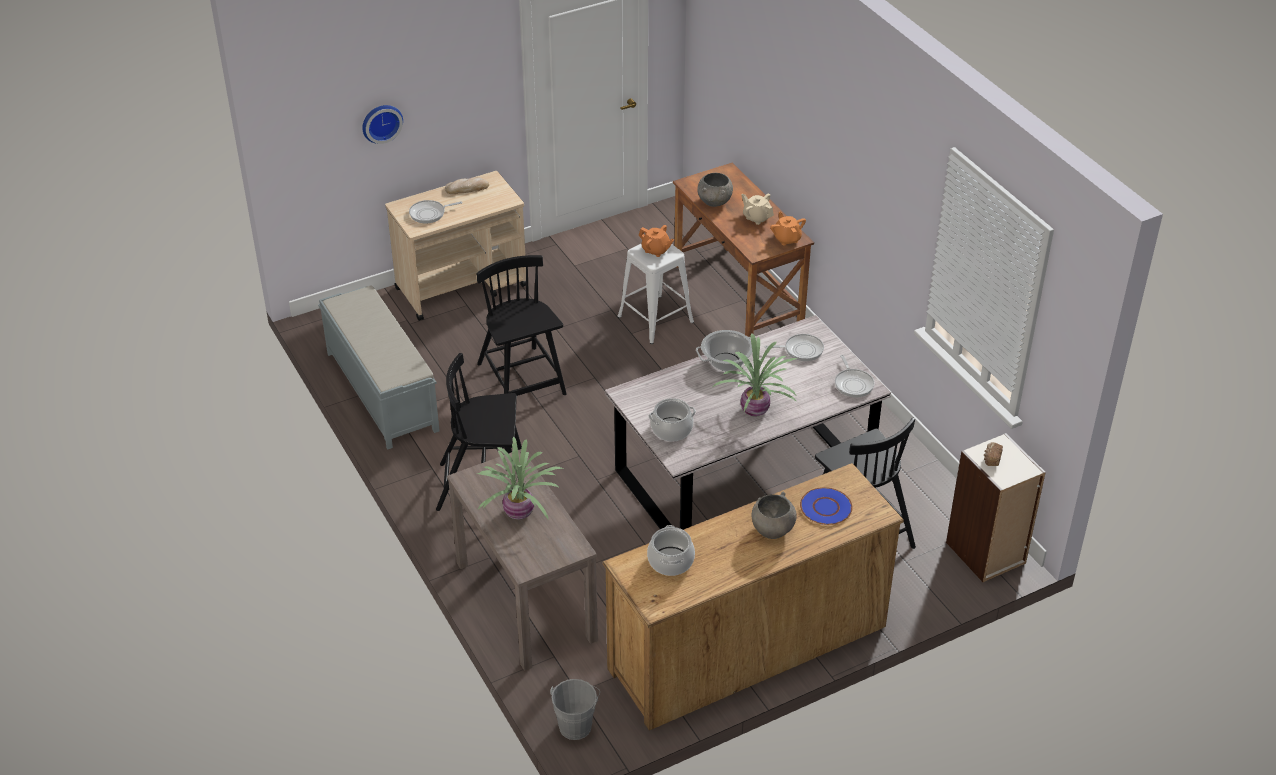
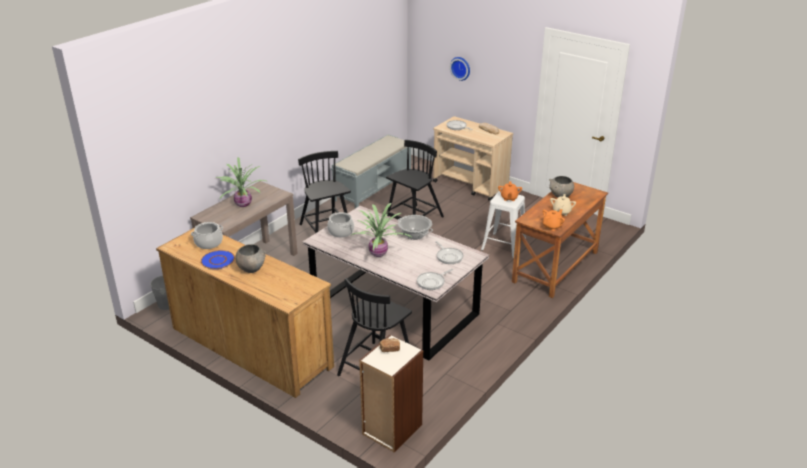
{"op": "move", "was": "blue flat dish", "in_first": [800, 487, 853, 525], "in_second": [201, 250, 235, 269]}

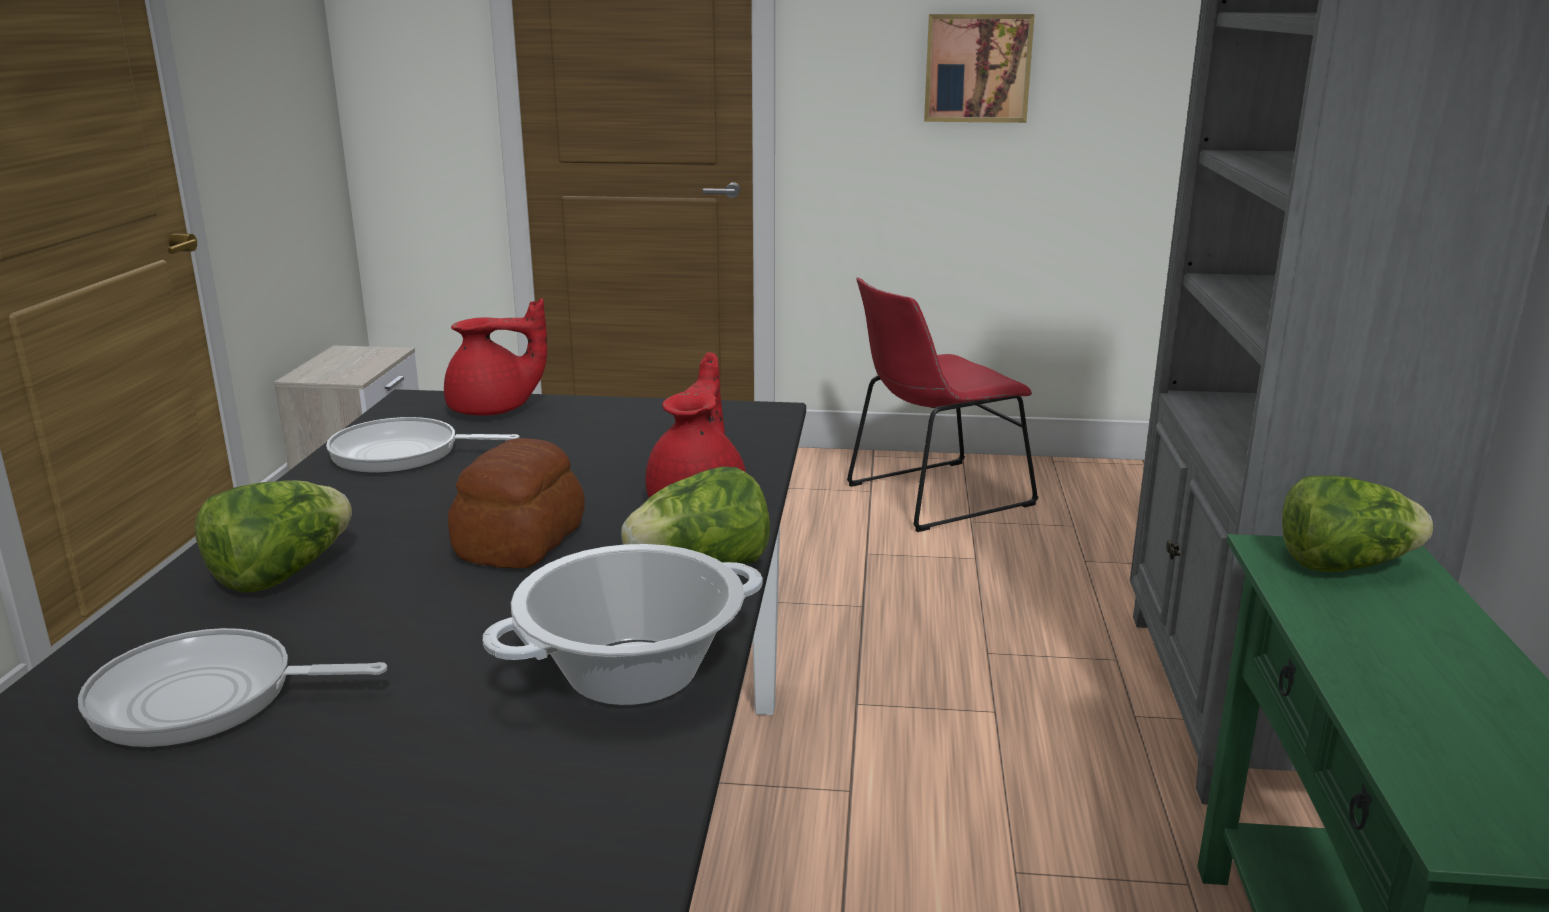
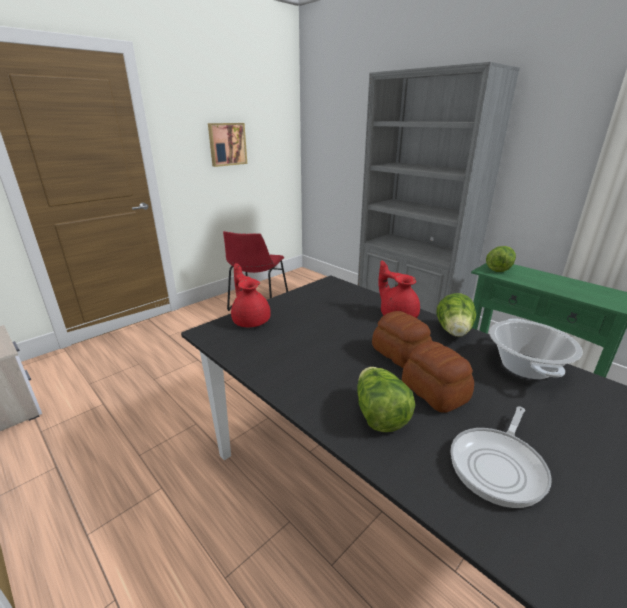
{"op": "delete", "was": "pan", "in_first": [326, 417, 520, 474]}
{"op": "rotate", "was": "red-coloured tea pot", "in_first": [444, 298, 547, 416], "in_second": [231, 263, 271, 327], "clockwise": -60}
{"op": "insert", "now": "bakery bread", "in_second": [402, 341, 474, 413]}

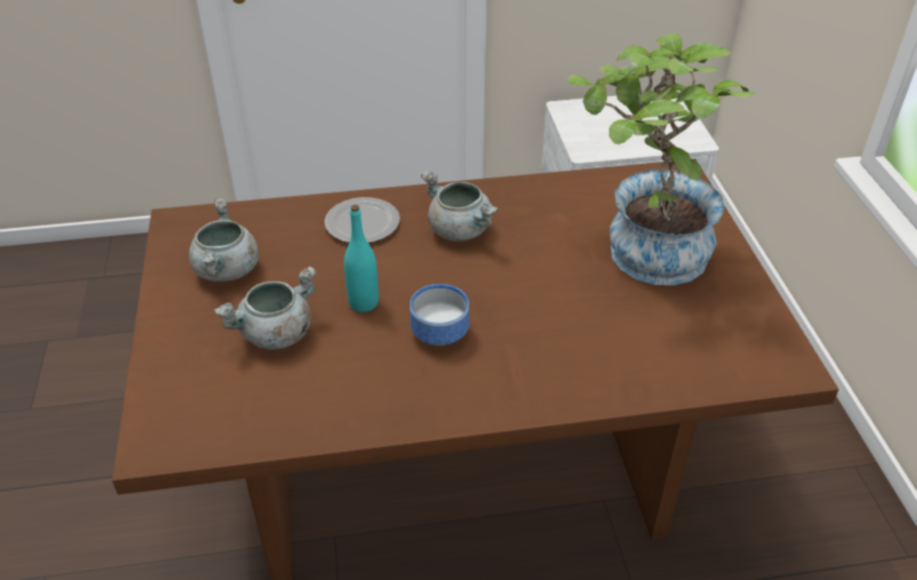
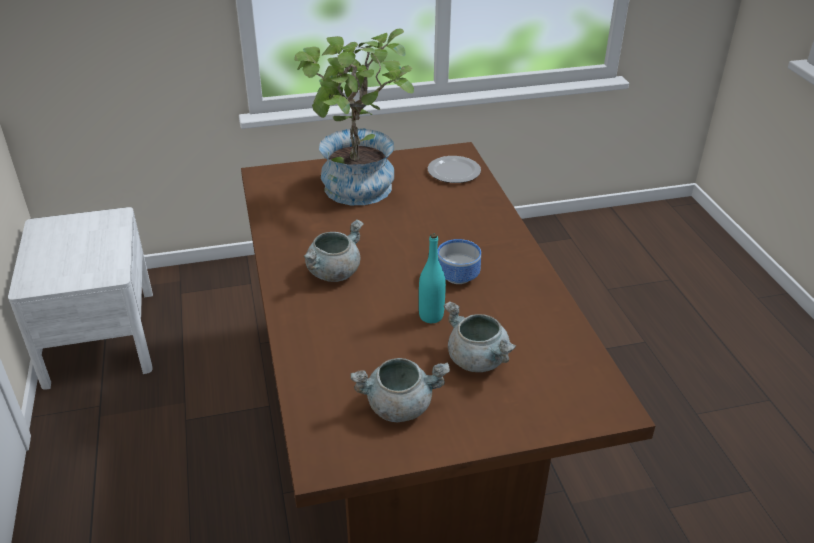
{"op": "move", "was": "flat dish", "in_first": [324, 197, 400, 243], "in_second": [428, 156, 481, 183]}

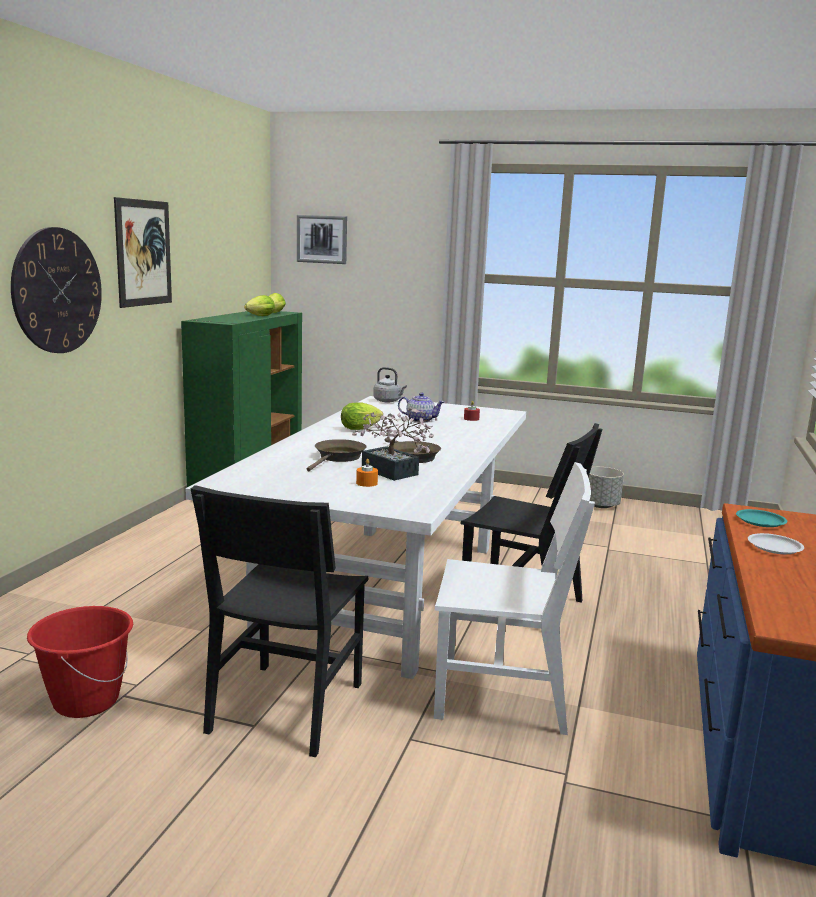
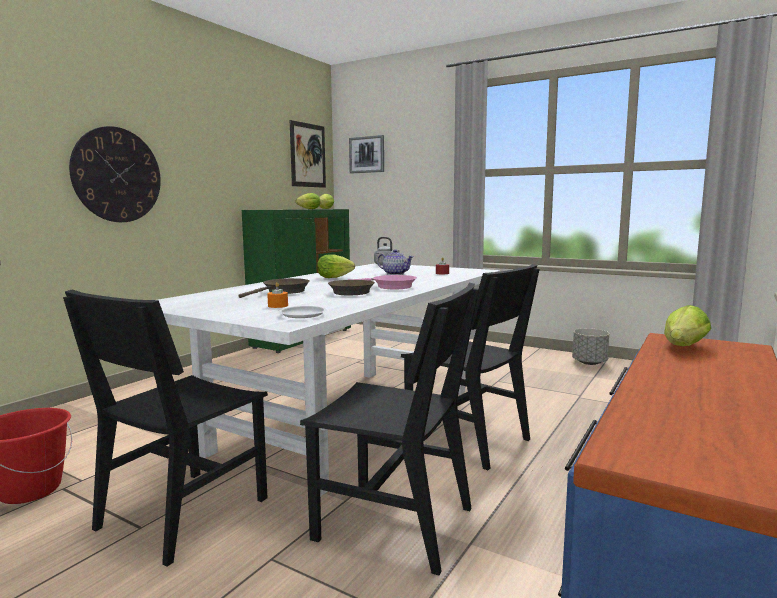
{"op": "move", "was": "picture", "in_first": [114, 197, 172, 308], "in_second": [290, 120, 326, 188]}
{"op": "delete", "was": "houseplant", "in_first": [352, 407, 437, 481]}
{"op": "recolor", "was": "white-coloured chair", "now": "blackish chair", "in_first": [434, 462, 595, 735], "in_second": [300, 283, 479, 575]}
{"op": "replace", "was": "blue-green flat dish", "now": "head of lettuce", "in_first": [736, 509, 787, 527], "in_second": [664, 305, 711, 346]}
{"op": "move", "was": "white-coloured flat dish", "in_first": [748, 533, 804, 554], "in_second": [279, 306, 327, 318]}
{"op": "insert", "now": "pink-coloured pan", "in_second": [348, 275, 417, 289]}

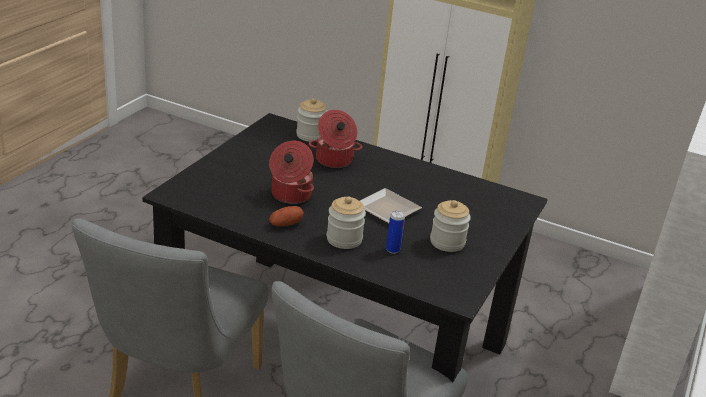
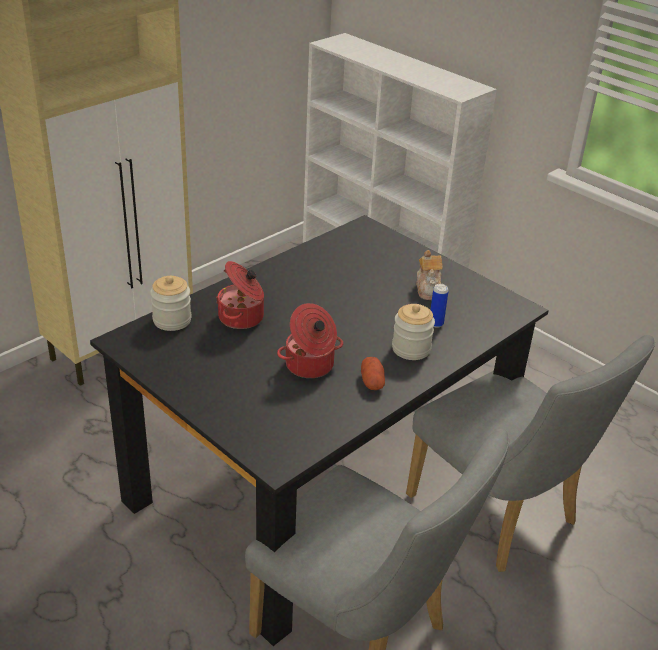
{"op": "delete", "was": "flat dish", "in_first": [360, 188, 422, 224]}
{"op": "replace", "was": "storage jar", "now": "tea pot", "in_first": [430, 200, 471, 252], "in_second": [416, 250, 443, 300]}

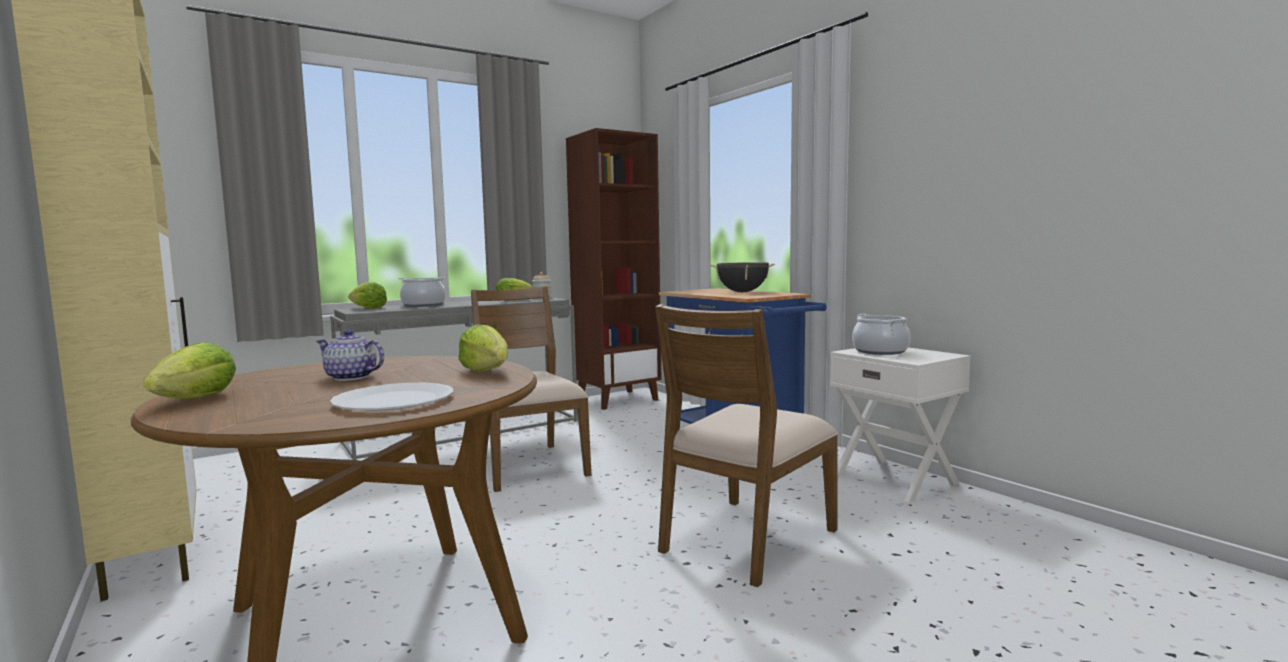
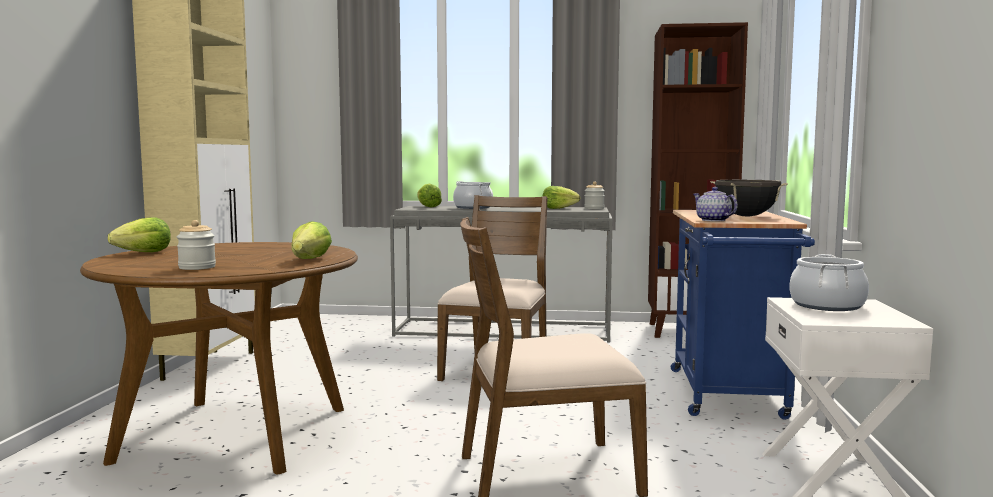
{"op": "move", "was": "tea pot", "in_first": [316, 330, 384, 381], "in_second": [693, 187, 738, 221]}
{"op": "replace", "was": "white-coloured flat dish", "now": "storage jar", "in_first": [330, 383, 453, 411], "in_second": [177, 220, 216, 270]}

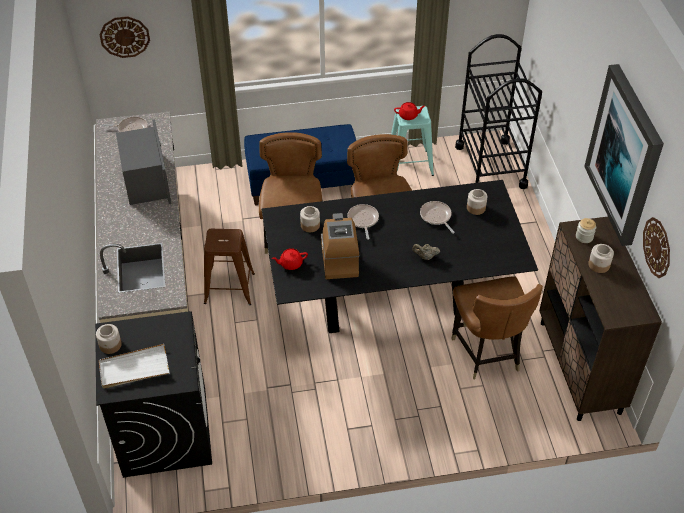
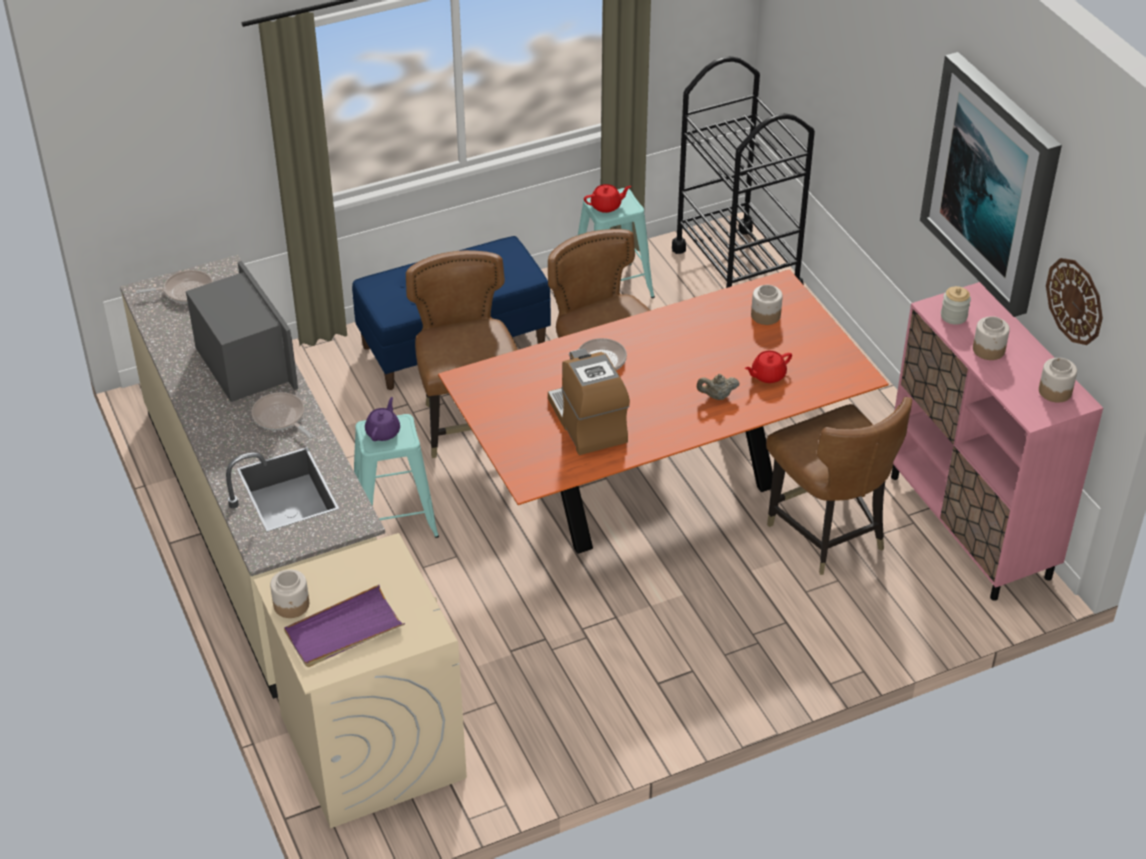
{"op": "recolor", "was": "blackish laundry machine", "now": "beige-coloured laundry machine", "in_first": [95, 311, 212, 478], "in_second": [254, 533, 467, 828]}
{"op": "delete", "was": "wall clock", "in_first": [99, 16, 150, 58]}
{"op": "recolor", "was": "white-coloured tray", "now": "purplish tray", "in_first": [99, 344, 170, 388], "in_second": [284, 585, 405, 667]}
{"op": "recolor", "was": "brown-coloured stool", "now": "blue-green stool", "in_first": [204, 228, 255, 305], "in_second": [354, 414, 439, 538]}
{"op": "recolor", "was": "blackish kitchen table", "now": "orange-coloured kitchen table", "in_first": [262, 180, 538, 333], "in_second": [438, 269, 889, 554]}
{"op": "move", "was": "red-coloured tea pot", "in_first": [272, 248, 308, 270], "in_second": [745, 350, 792, 383]}
{"op": "move", "was": "storage jar", "in_first": [300, 206, 320, 232], "in_second": [1039, 358, 1077, 403]}
{"op": "move", "was": "pan", "in_first": [420, 201, 455, 233], "in_second": [251, 392, 313, 438]}
{"op": "recolor", "was": "brown-coloured cabinet", "now": "pink-coloured cabinet", "in_first": [539, 217, 662, 421], "in_second": [891, 282, 1103, 601]}
{"op": "insert", "now": "purplish tea pot", "in_second": [365, 397, 400, 441]}

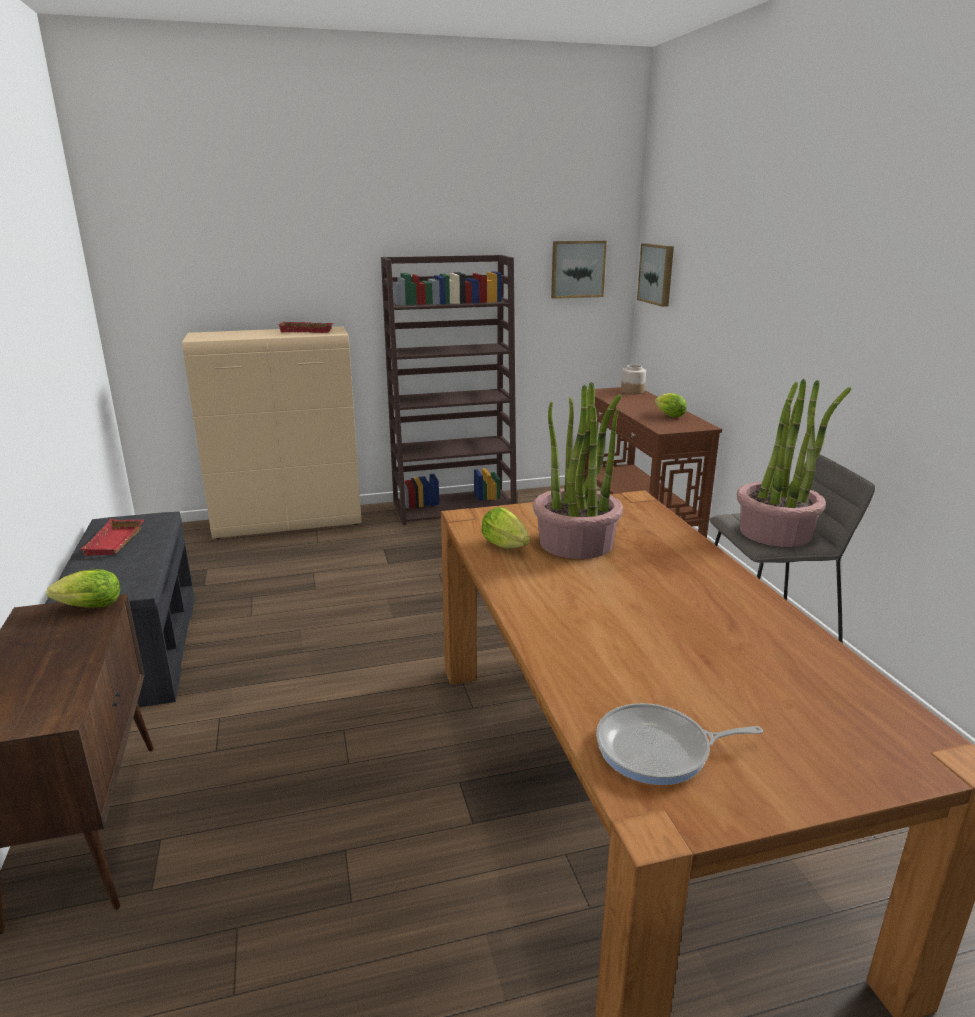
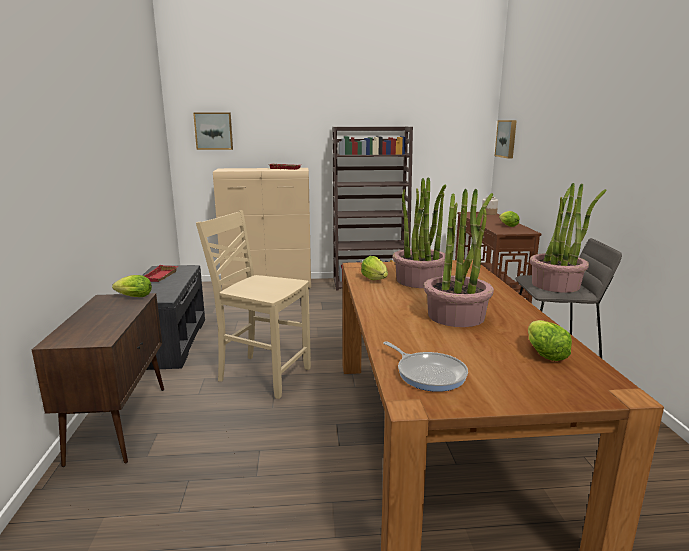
{"op": "move", "was": "picture", "in_first": [551, 240, 607, 299], "in_second": [193, 112, 233, 150]}
{"op": "rotate", "was": "pan", "in_first": [596, 703, 763, 785], "in_second": [383, 341, 468, 392], "clockwise": -135}
{"op": "insert", "now": "beige-coloured chair", "in_second": [196, 210, 311, 399]}
{"op": "insert", "now": "houseplant", "in_second": [424, 189, 494, 327]}
{"op": "insert", "now": "head of lettuce", "in_second": [528, 320, 572, 361]}

